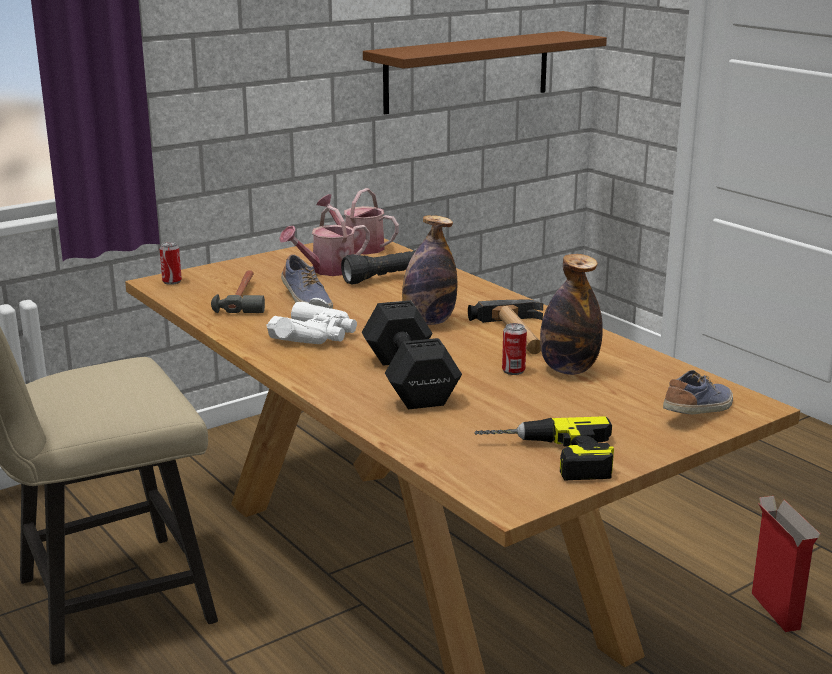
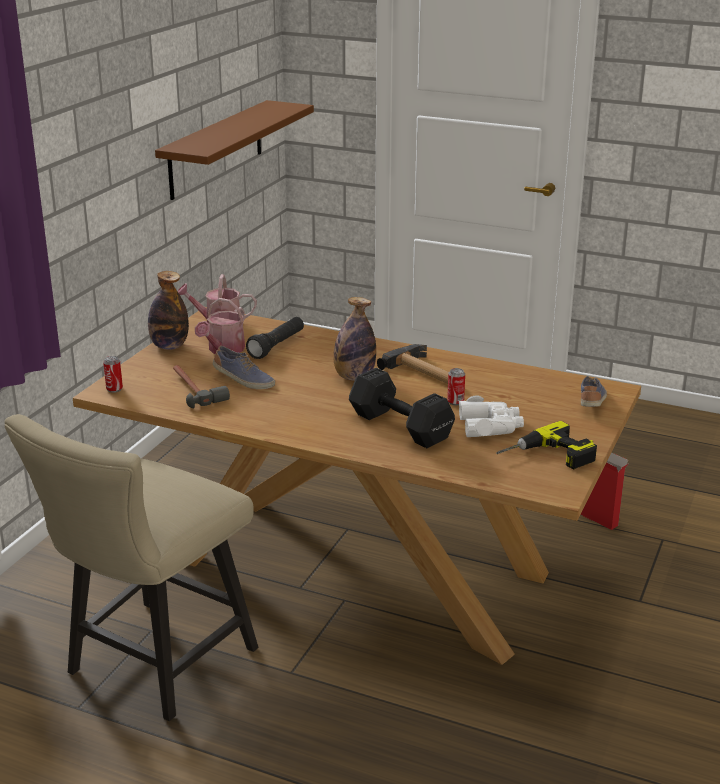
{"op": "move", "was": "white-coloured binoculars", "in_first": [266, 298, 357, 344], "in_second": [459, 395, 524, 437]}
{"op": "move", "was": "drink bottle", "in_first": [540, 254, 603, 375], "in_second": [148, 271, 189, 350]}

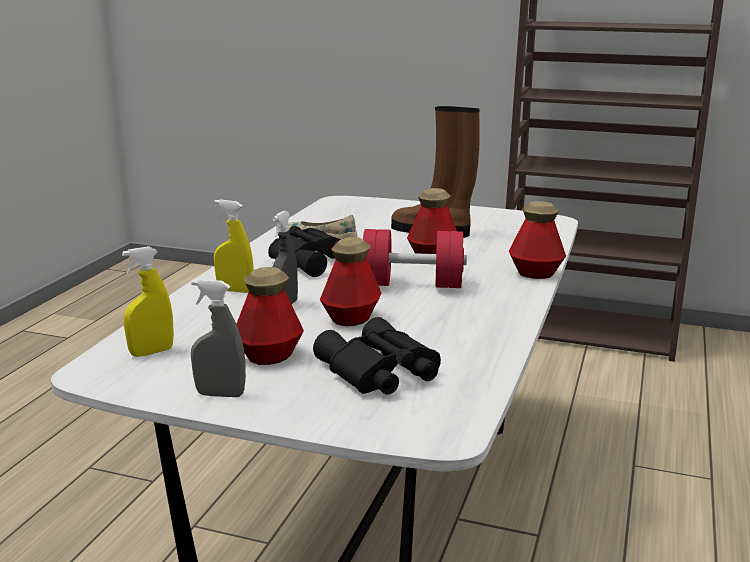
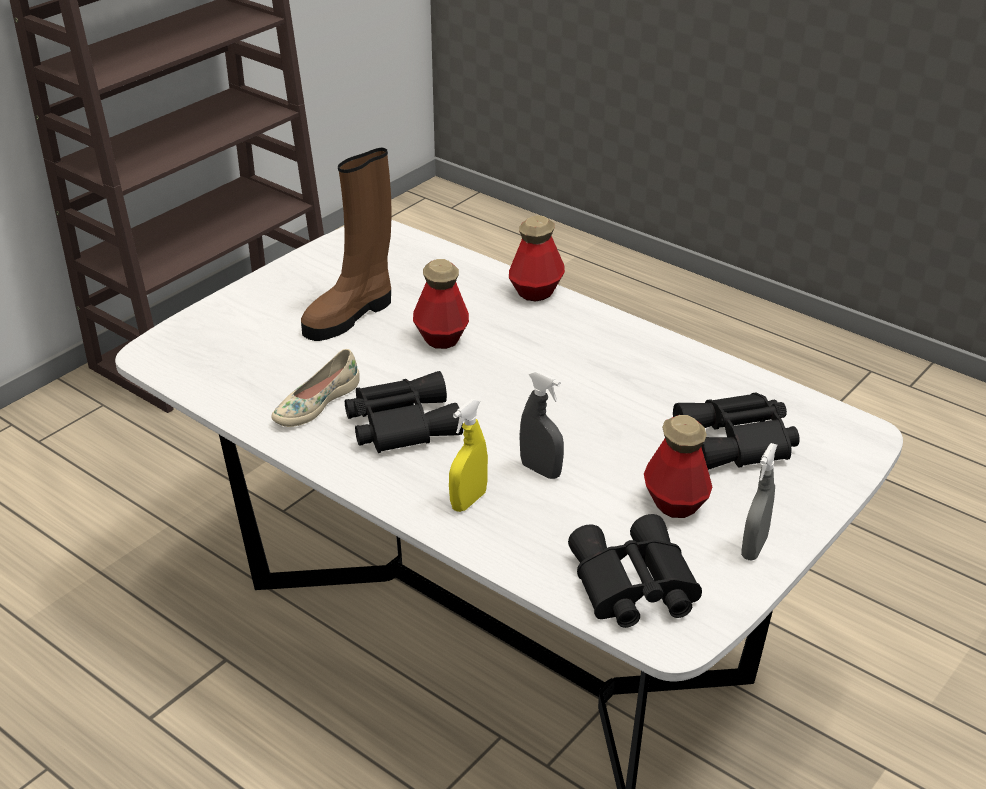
{"op": "replace", "was": "yellow-coloured hand sprayer", "now": "blackish binoculars", "in_first": [122, 246, 174, 357], "in_second": [568, 514, 702, 628]}
{"op": "delete", "was": "drink bottle", "in_first": [320, 237, 381, 326]}
{"op": "delete", "was": "red-coloured free weight", "in_first": [363, 229, 467, 288]}

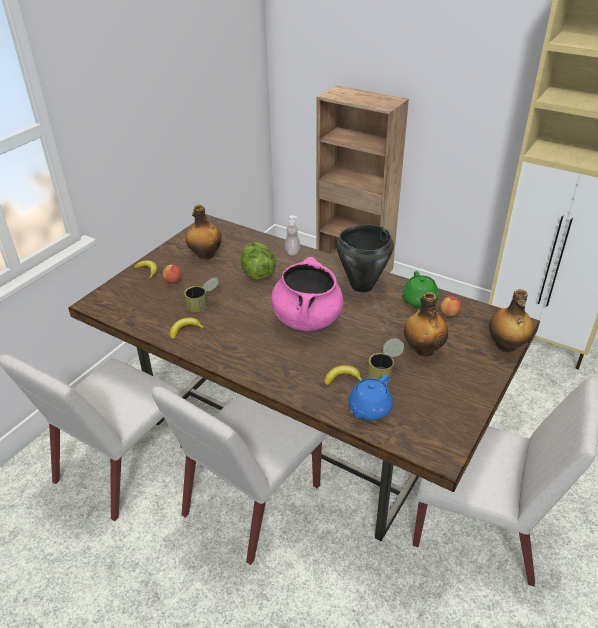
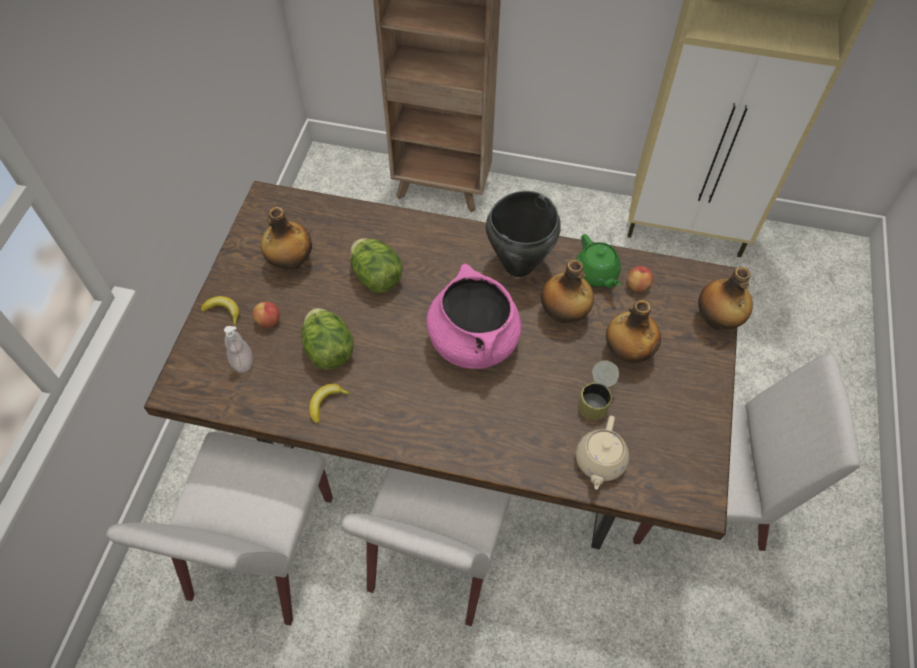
{"op": "replace", "was": "can", "now": "head of lettuce", "in_first": [184, 277, 219, 312], "in_second": [301, 308, 354, 370]}
{"op": "move", "was": "liquid soap bottle", "in_first": [285, 215, 300, 256], "in_second": [224, 326, 252, 373]}
{"op": "delete", "was": "banana", "in_first": [325, 365, 362, 386]}
{"op": "recolor", "was": "blue tea pot", "now": "beige-coloured tea pot", "in_first": [349, 374, 393, 420], "in_second": [576, 416, 629, 489]}
{"op": "insert", "now": "drink bottle", "in_second": [541, 260, 594, 323]}

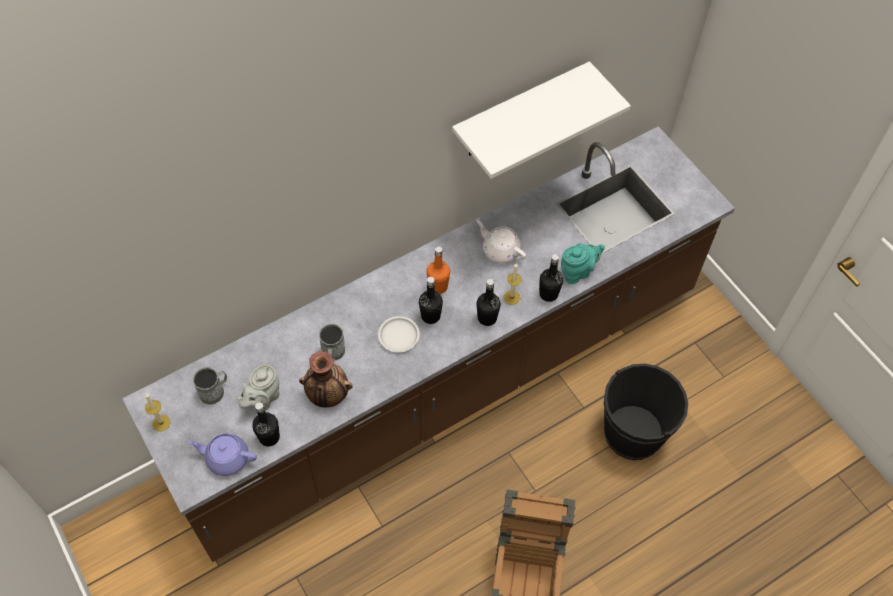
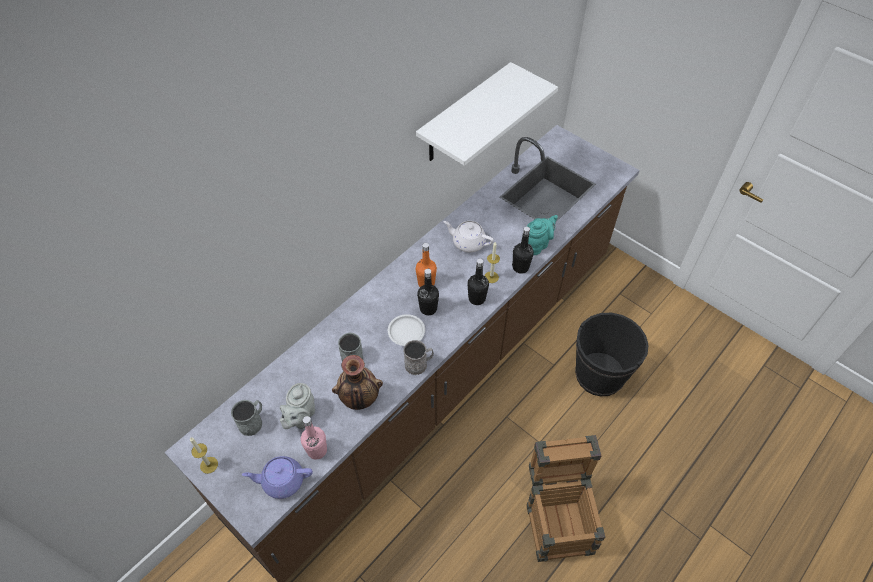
{"op": "recolor", "was": "blackish drink bottle", "now": "pink-coloured drink bottle", "in_first": [252, 402, 280, 446], "in_second": [300, 416, 327, 460]}
{"op": "insert", "now": "grey coffee mug", "in_second": [403, 340, 434, 375]}

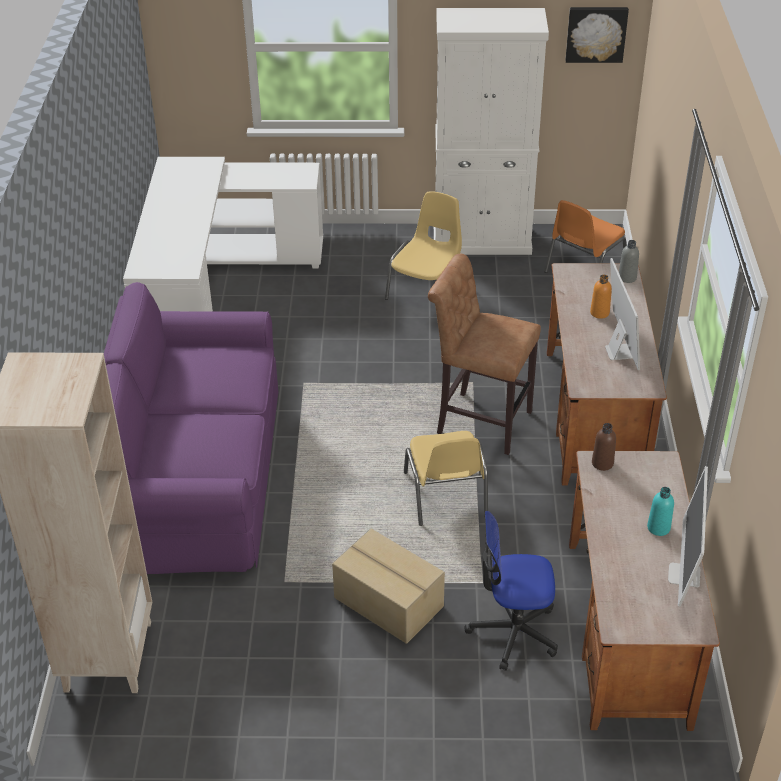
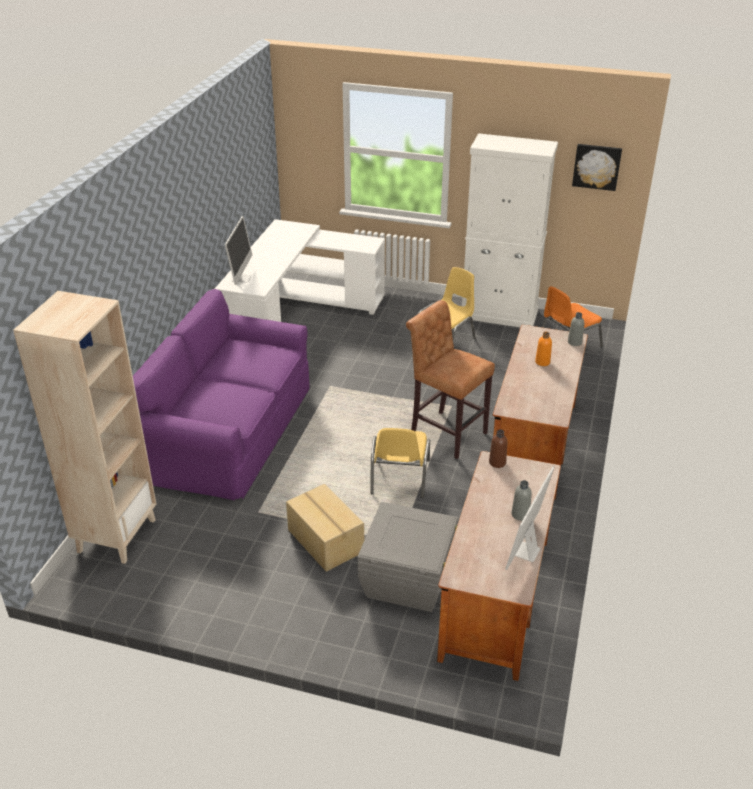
{"op": "replace", "was": "office chair", "now": "grey storage bin", "in_first": [465, 511, 558, 671], "in_second": [357, 502, 458, 612]}
{"op": "move", "was": "computer display", "in_first": [605, 258, 640, 370], "in_second": [225, 216, 252, 285]}
{"op": "recolor", "was": "blue-green drink bottle", "now": "grey drink bottle", "in_first": [647, 487, 674, 536], "in_second": [511, 480, 532, 521]}

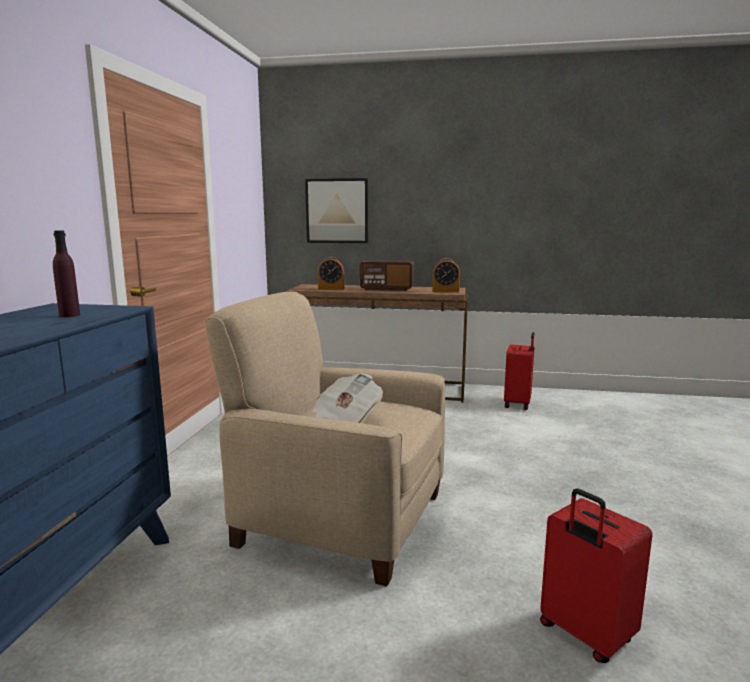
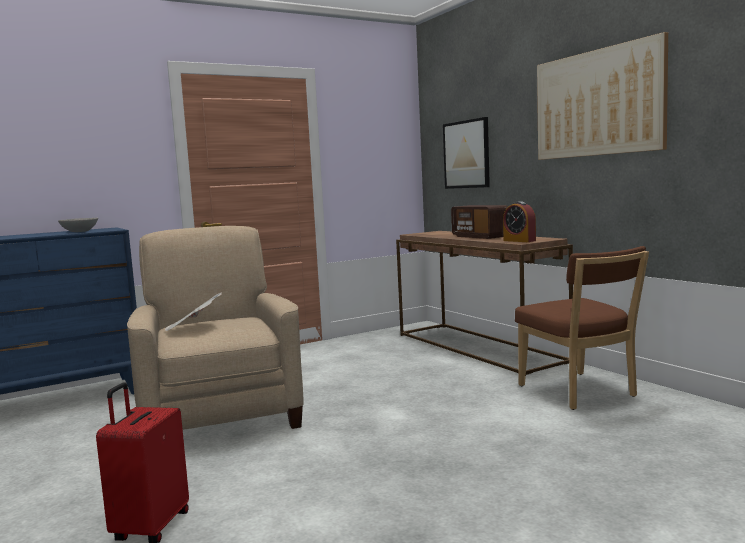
{"op": "replace", "was": "purplish drink bottle", "now": "grey serving bowl", "in_first": [53, 231, 80, 317], "in_second": [58, 218, 98, 232]}
{"op": "delete", "was": "table clock", "in_first": [318, 257, 344, 290]}
{"op": "replace", "was": "red-coloured travel case", "now": "brown-coloured chair", "in_first": [504, 332, 535, 410], "in_second": [515, 246, 649, 410]}
{"op": "insert", "now": "picture", "in_second": [537, 32, 668, 160]}

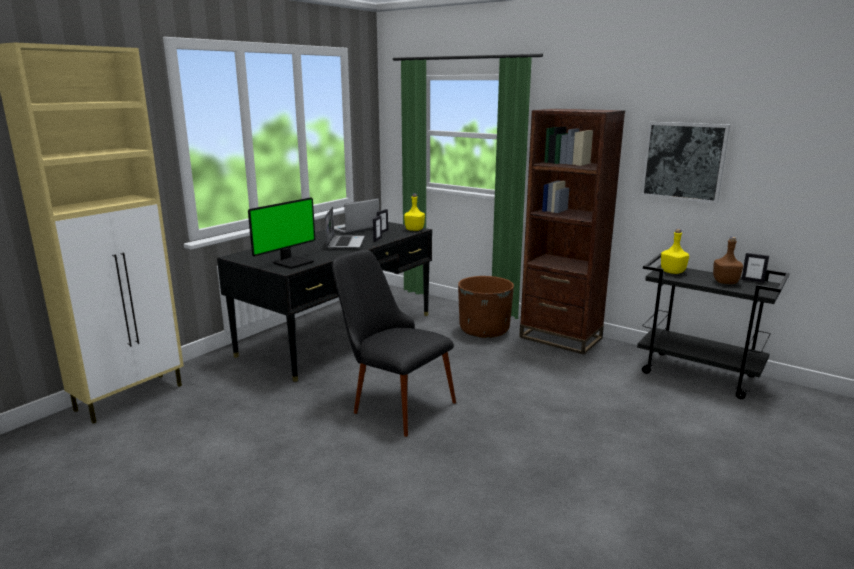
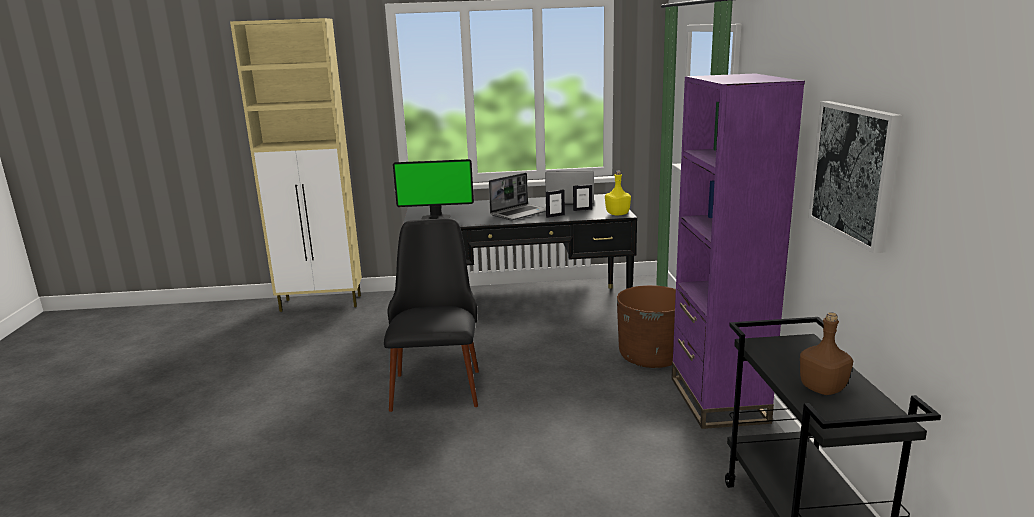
{"op": "recolor", "was": "brown-coloured shelving unit", "now": "purplish shelving unit", "in_first": [519, 109, 625, 355], "in_second": [671, 73, 805, 429]}
{"op": "delete", "was": "yellow-coloured drink bottle", "in_first": [661, 229, 689, 274]}
{"op": "delete", "was": "photo frame", "in_first": [741, 253, 769, 283]}

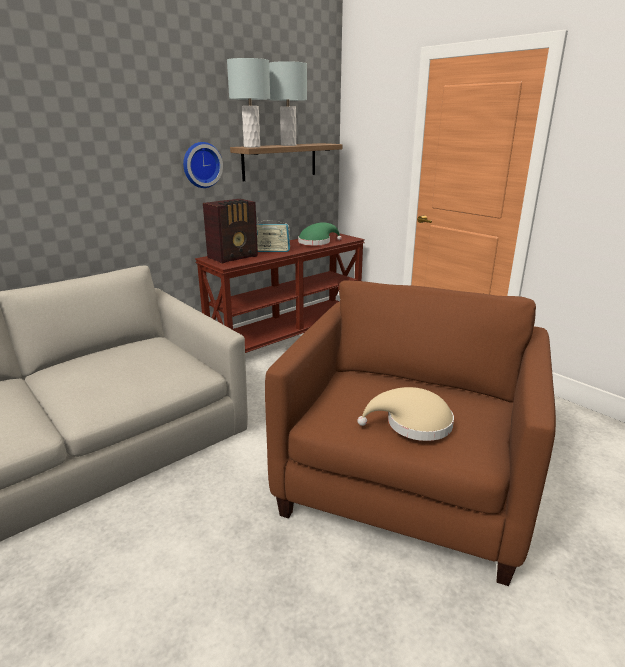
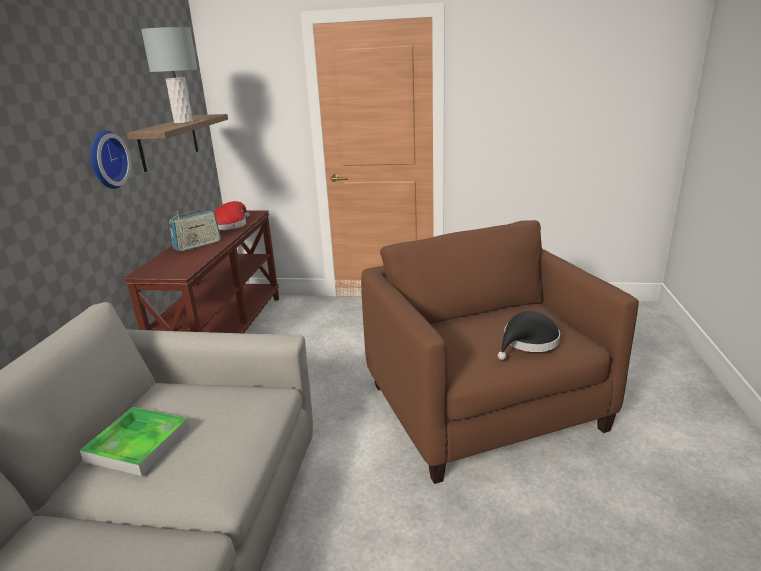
{"op": "delete", "was": "radio", "in_first": [203, 199, 258, 264]}
{"op": "delete", "was": "grey lamp for a table", "in_first": [227, 58, 270, 147]}
{"op": "recolor", "was": "greenish clothing hat", "now": "red-coloured clothing hat", "in_first": [298, 222, 342, 246], "in_second": [213, 201, 250, 230]}
{"op": "recolor", "was": "beige-coloured clothing hat", "now": "blackish clothing hat", "in_first": [357, 387, 454, 441], "in_second": [498, 311, 560, 360]}
{"op": "insert", "now": "tray", "in_second": [80, 407, 190, 477]}

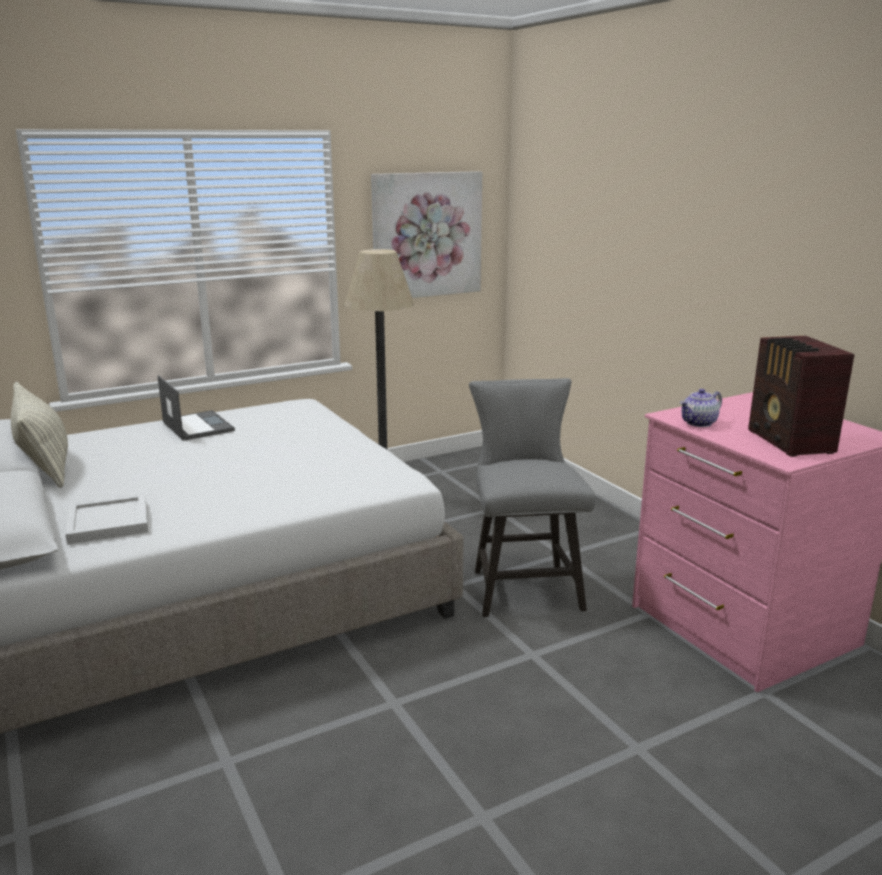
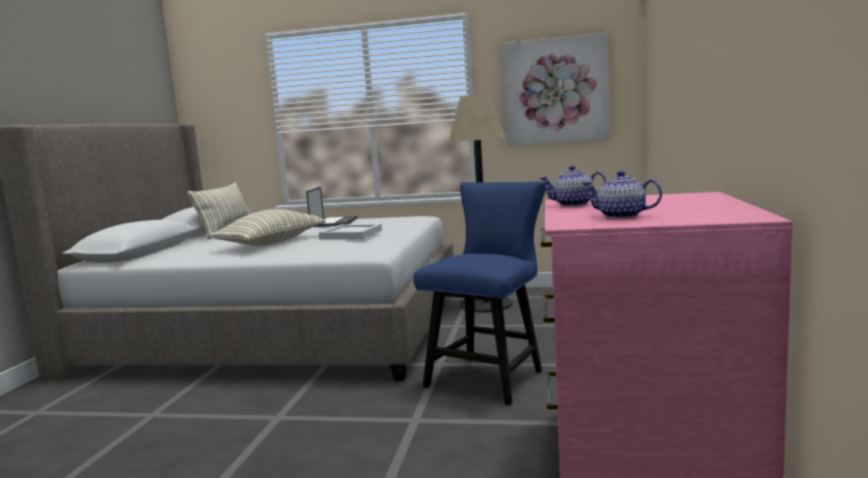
{"op": "move", "was": "white-coloured tray", "in_first": [65, 494, 148, 545], "in_second": [319, 224, 382, 239]}
{"op": "recolor", "was": "grey chair", "now": "blue chair", "in_first": [469, 378, 595, 617], "in_second": [413, 181, 546, 405]}
{"op": "replace", "was": "radio", "now": "tea pot", "in_first": [748, 336, 855, 457], "in_second": [582, 171, 662, 219]}
{"op": "insert", "now": "cushion", "in_second": [209, 209, 326, 246]}

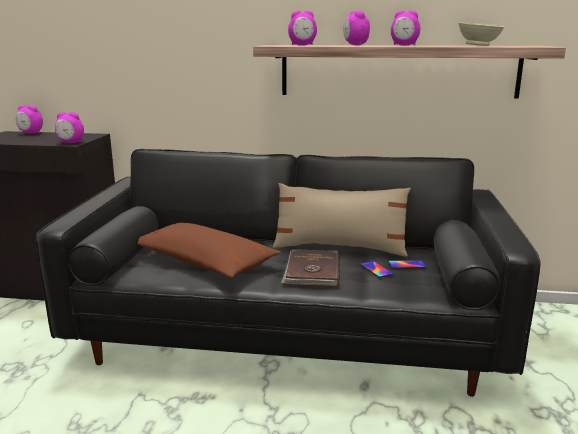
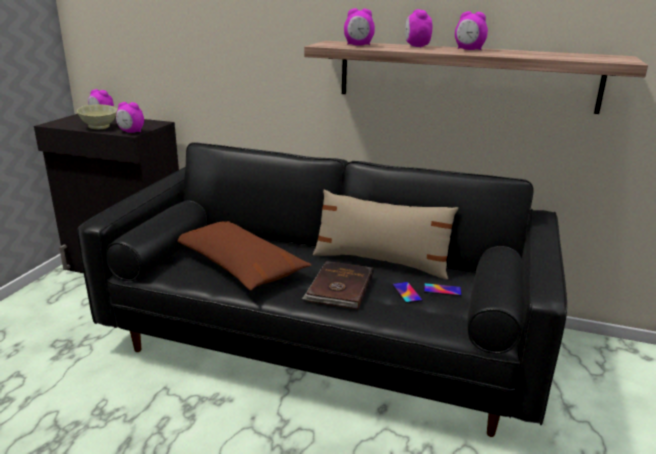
{"op": "move", "was": "beige-coloured serving bowl", "in_first": [458, 22, 504, 46], "in_second": [77, 105, 117, 129]}

